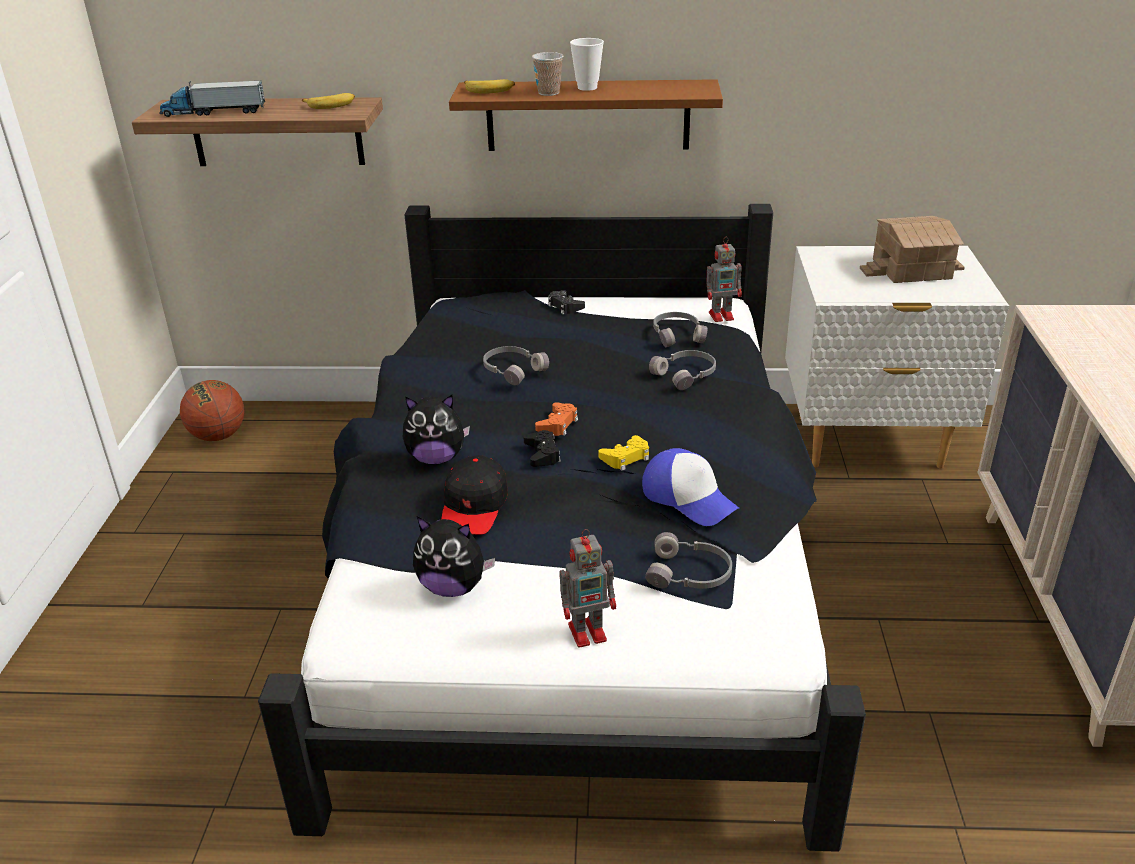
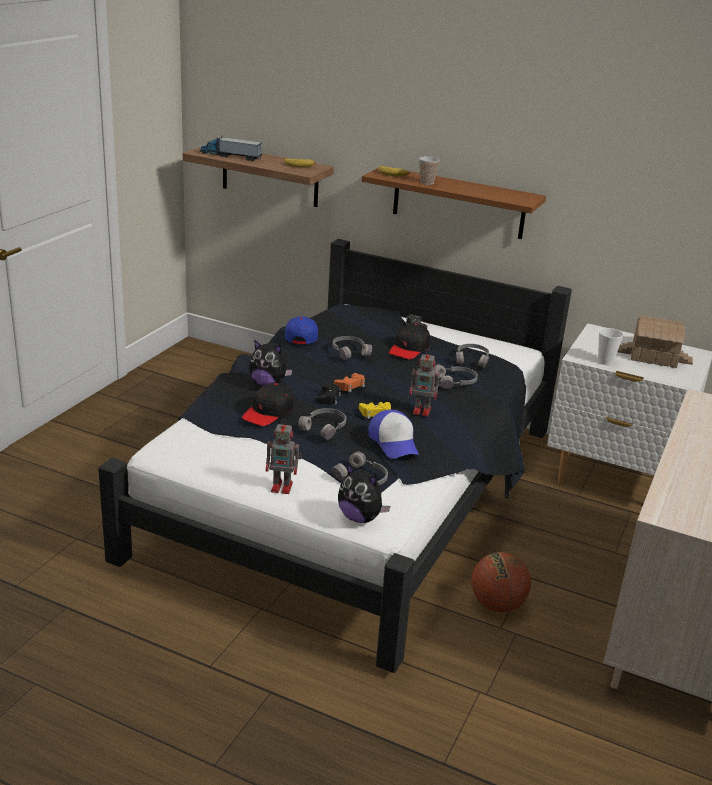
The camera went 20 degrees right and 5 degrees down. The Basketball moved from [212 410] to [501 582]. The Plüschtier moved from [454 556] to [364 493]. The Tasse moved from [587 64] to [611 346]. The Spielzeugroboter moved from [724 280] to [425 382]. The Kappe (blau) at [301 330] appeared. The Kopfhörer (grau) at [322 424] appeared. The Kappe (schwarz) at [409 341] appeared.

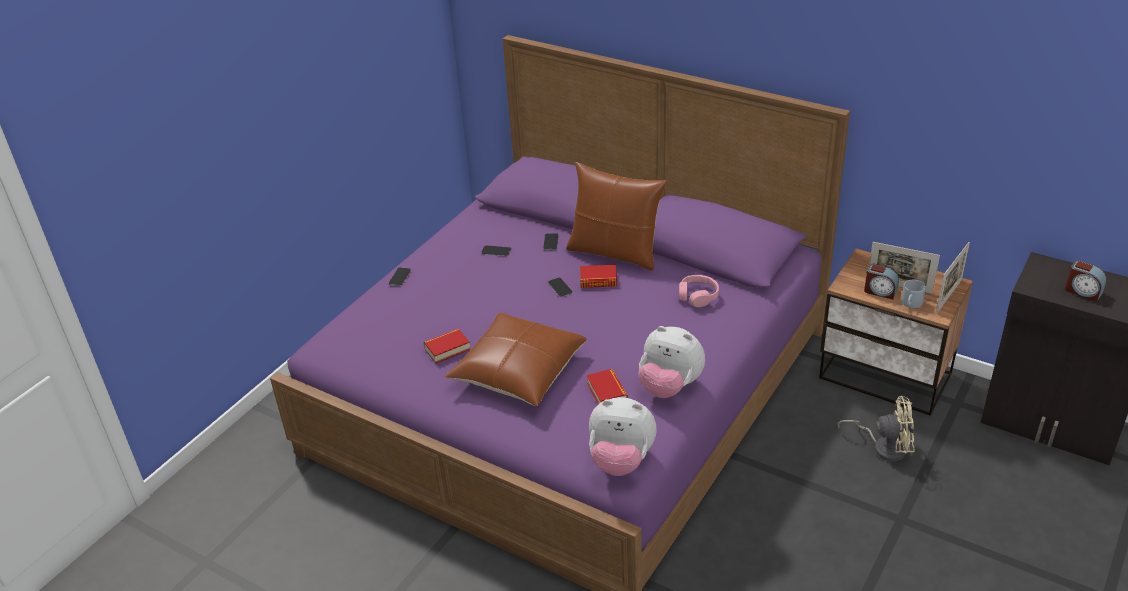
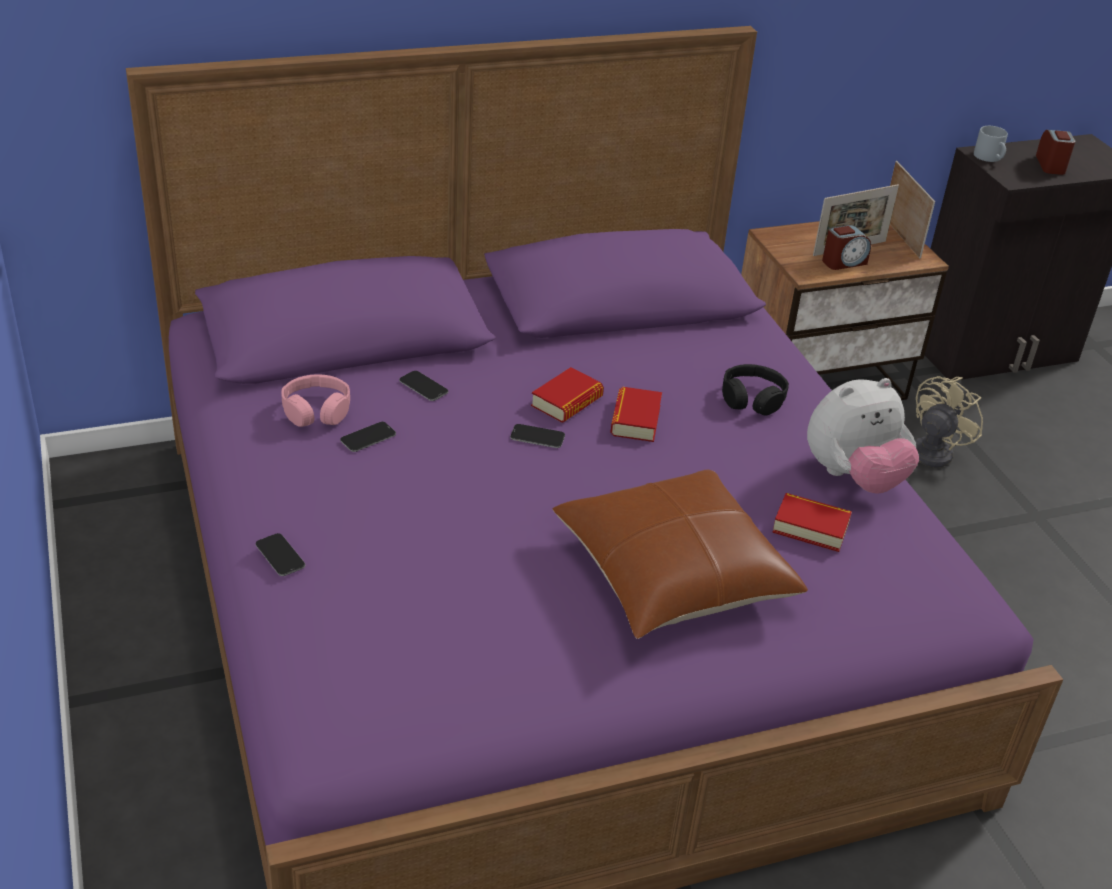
The camera went 55 degrees left and 0 degrees up. The Buch moved from [447 346] to [636 414]. The Kissen (braun) at [616 216] disappeared. The Plüschtier at [623 436] disappeared. The Kopfhörer (rosa) moved from [699 291] to [315 401]. The Henkelbecher (grau) moved from [913 294] to [991 144]. The Wecker at [1086 281] turned 75 degrees counterclockwise. The Kopfhörer (schwarz) at [755 389] appeared.

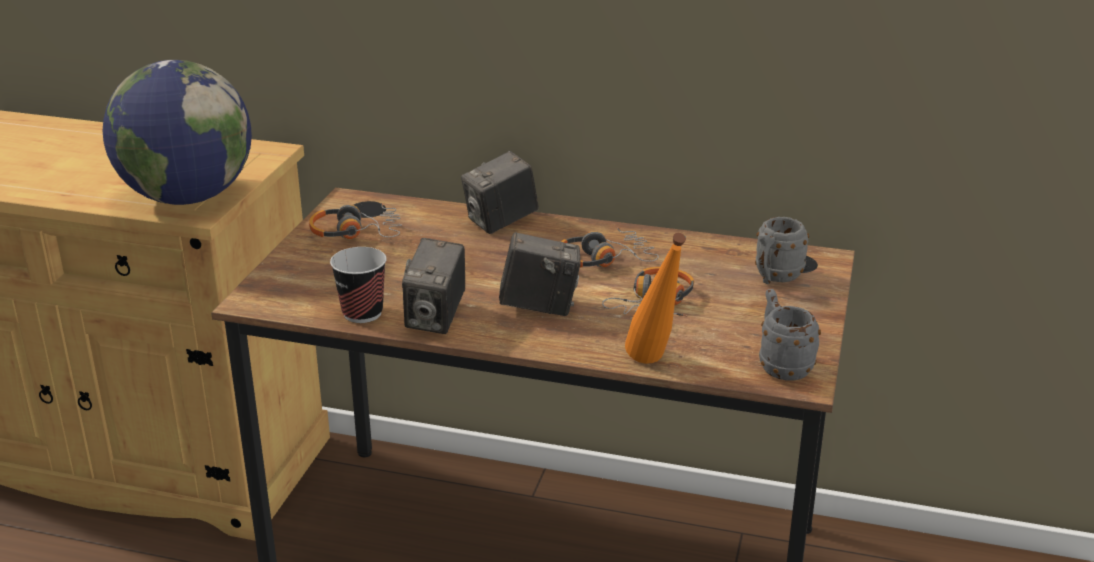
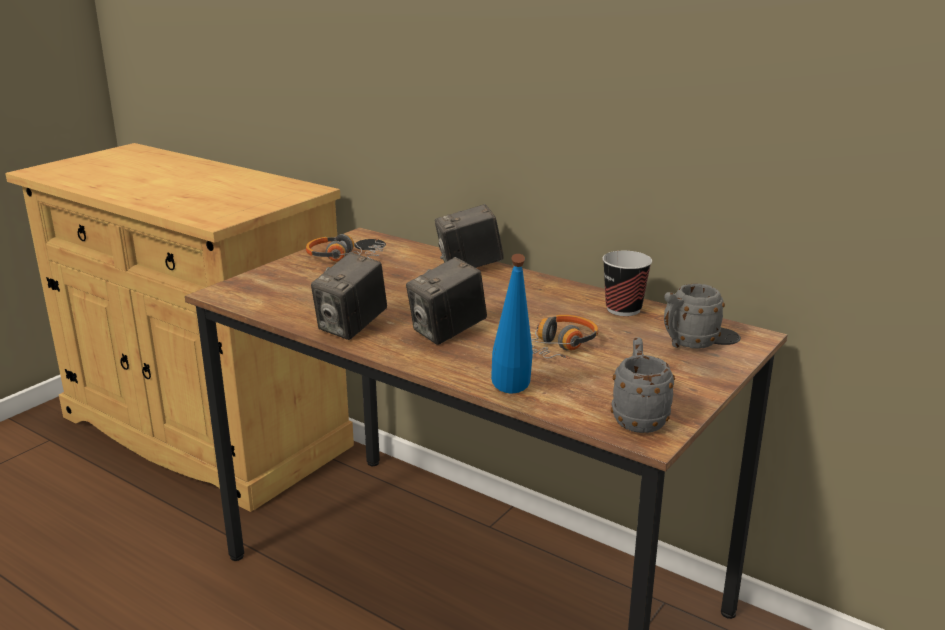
The camera went 20 degrees right and 5 degrees down. The Globus at [177 132] disappeared. The Tasse moved from [358 285] to [627 283]. The Kamera at [540 274] turned 120 degrees clockwise. The Kopfhörer at [610 247] disappeared. The Flasche (orange) at [655 298] became the Flasche (blau) at [512 324].

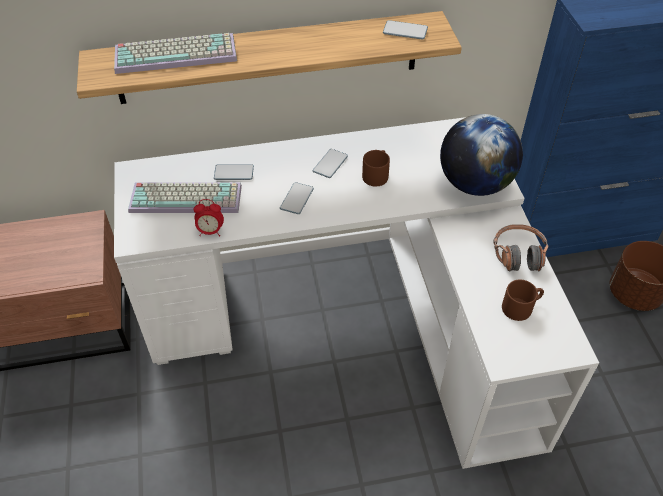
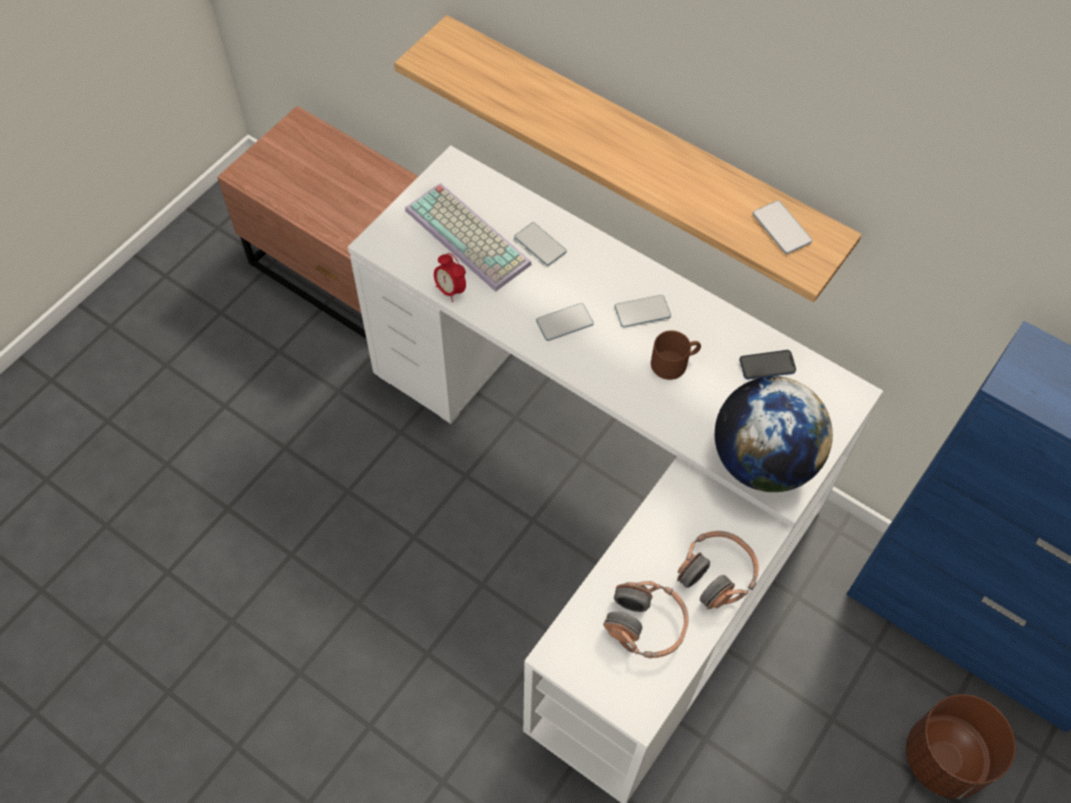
The camera went 45 degrees right and 10 degrees up. The Tastatur at [175 53] disappeared. The Henkelbecher (braun) at [523 300] was replaced by the Kopfhörer at [646 619]. The Handy at [767 365] appeared.

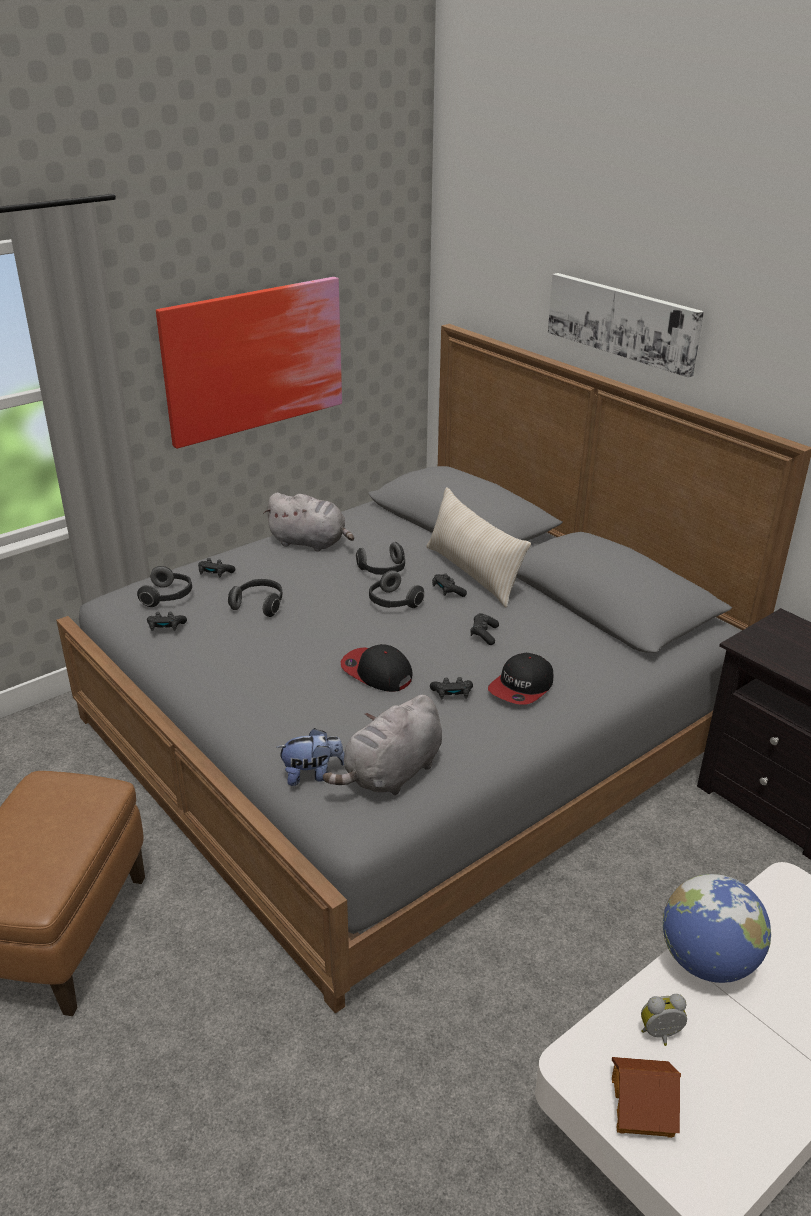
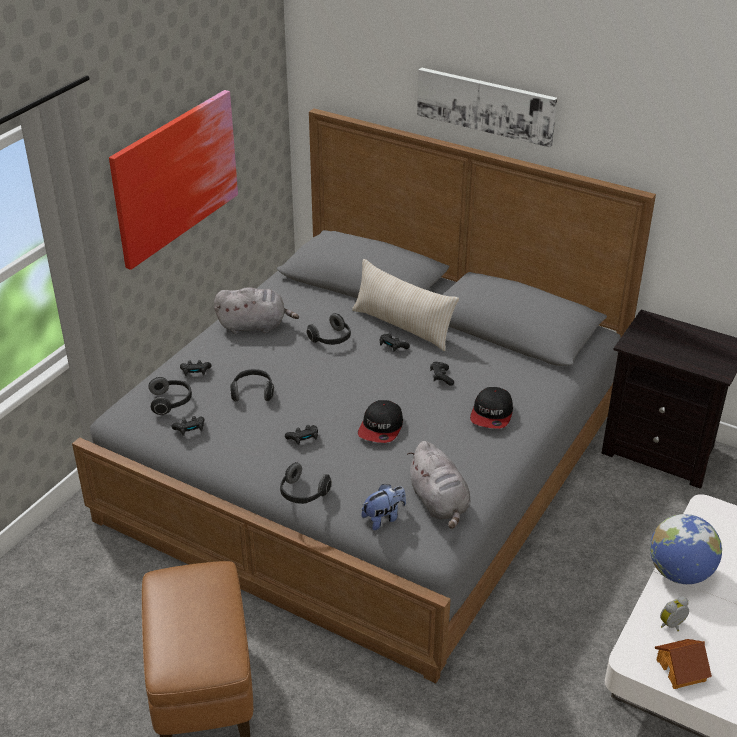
The camera went 20 degrees left and 5 degrees up. The Plüschtier (grau) at [382 745] turned 45 degrees counterclockwise. The Kappe at [376 668] turned 90 degrees counterclockwise. The Kopfhörer moved from [396 589] to [306 483]. The Gamepad (schwarz) moved from [451 688] to [301 435].

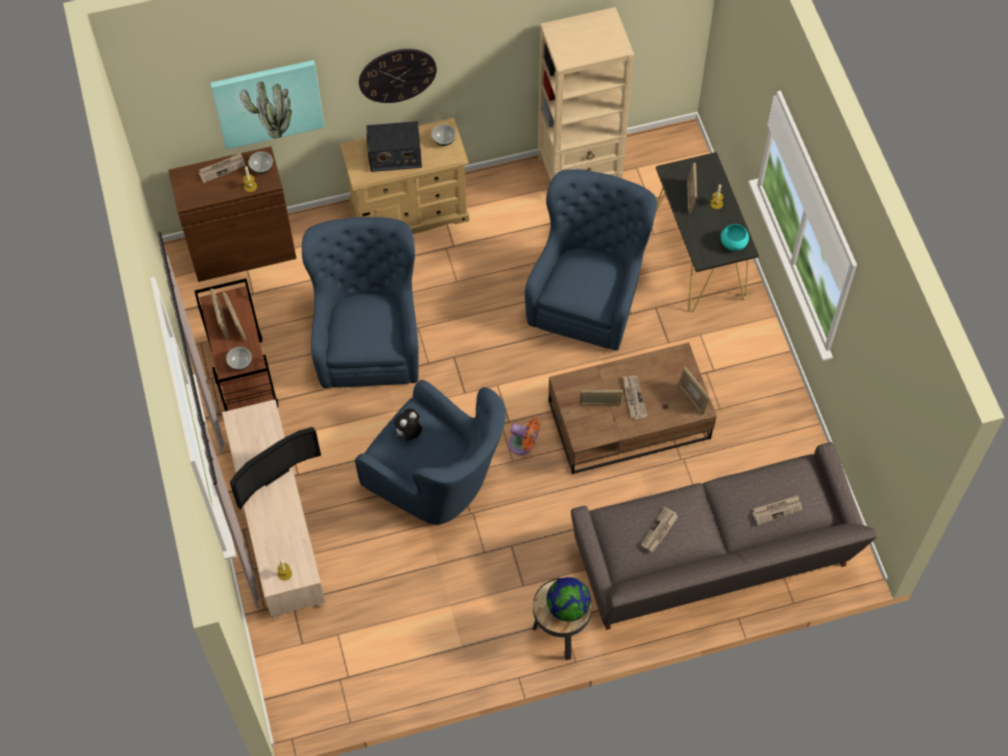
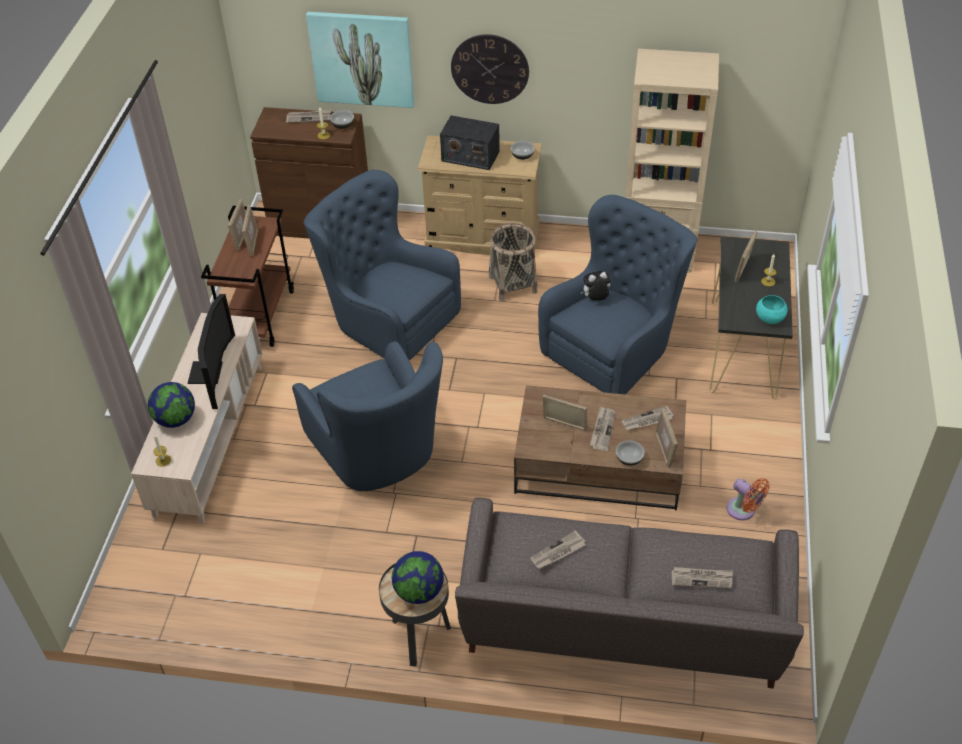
The camera went 25 degrees right and 15 degrees down. The Schüssel moved from [239 358] to [630 453]. The Fernseher at [275 468] turned 75 degrees counterclockwise. The Sessel (blau) at [360 302] turned 75 degrees counterclockwise. The Plüschtier moved from [408 424] to [595 285]. The Ventilator (orange) moved from [524 436] to [748 499]. The Globus at [171 405] appeared. The Korb at [513 262] appeared. The Zeitung at [648 418] appeared.

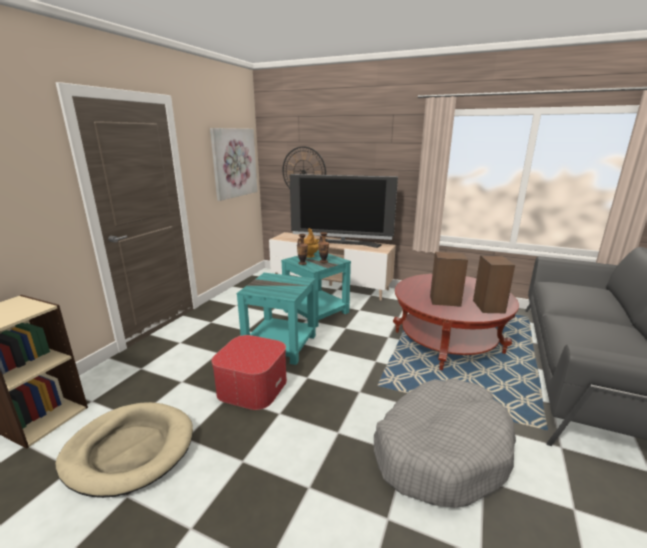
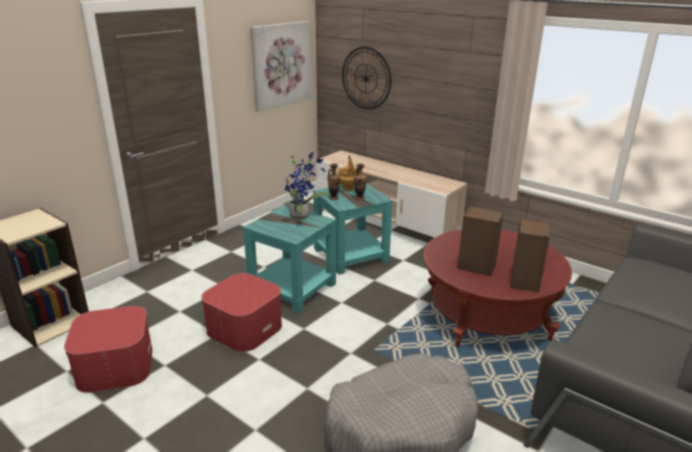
The camera went 15 degrees right and 5 degrees up. The Hundebett (beige) at [124 450] was replaced by the Polsterhocker at [108 349]. The Fernseher at [344 211] disappeared. The Topfpflanze at [306 186] appeared.

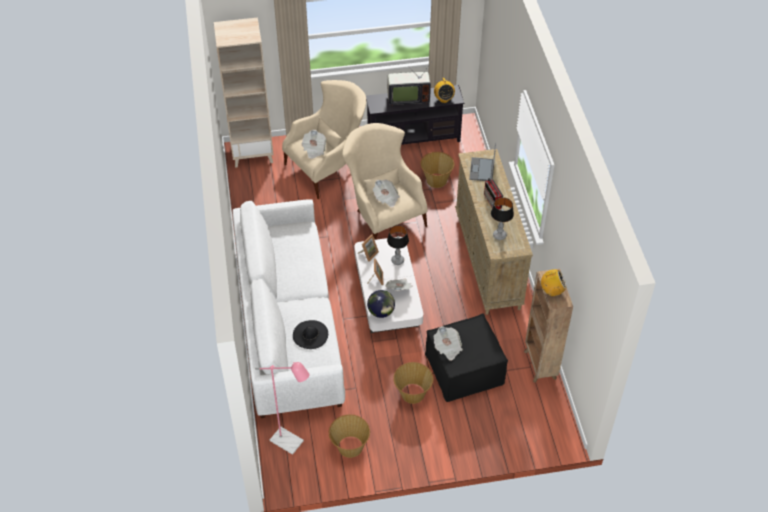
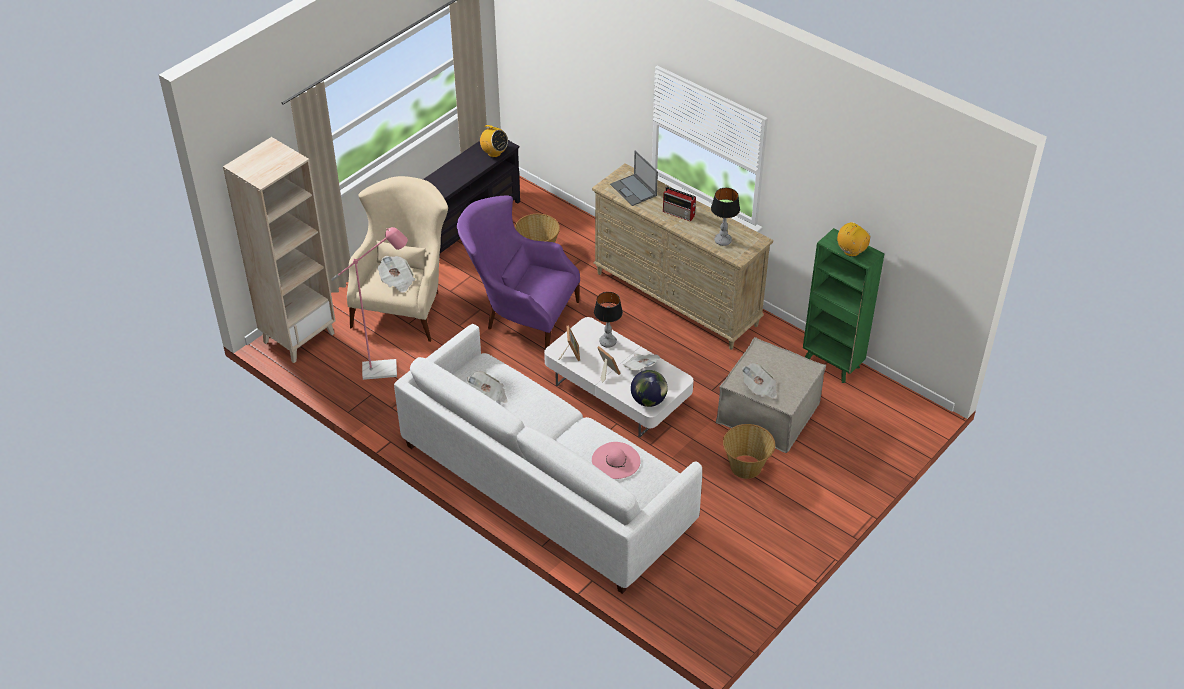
The camera went 40 degrees left and 5 degrees down. The Stehlampe (rosa) moved from [282 408] to [369 303]. The Hut (schwarz) at [310 334] became the Hut (rosa) at [616 460]. The Korb at [349 436] disappeared. The Sessel (beige) at [384 181] became the Sessel (lila) at [518 272]. The Zeitung moved from [386 193] to [487 387]. The Fernseher at [409 84] disappeared. The Polsterhocker (schwarz) at [466 357] became the Polsterhocker (beige) at [771 395]. The Bücherregal (braun) at [548 326] became the Bücherregal (grün) at [843 305].

